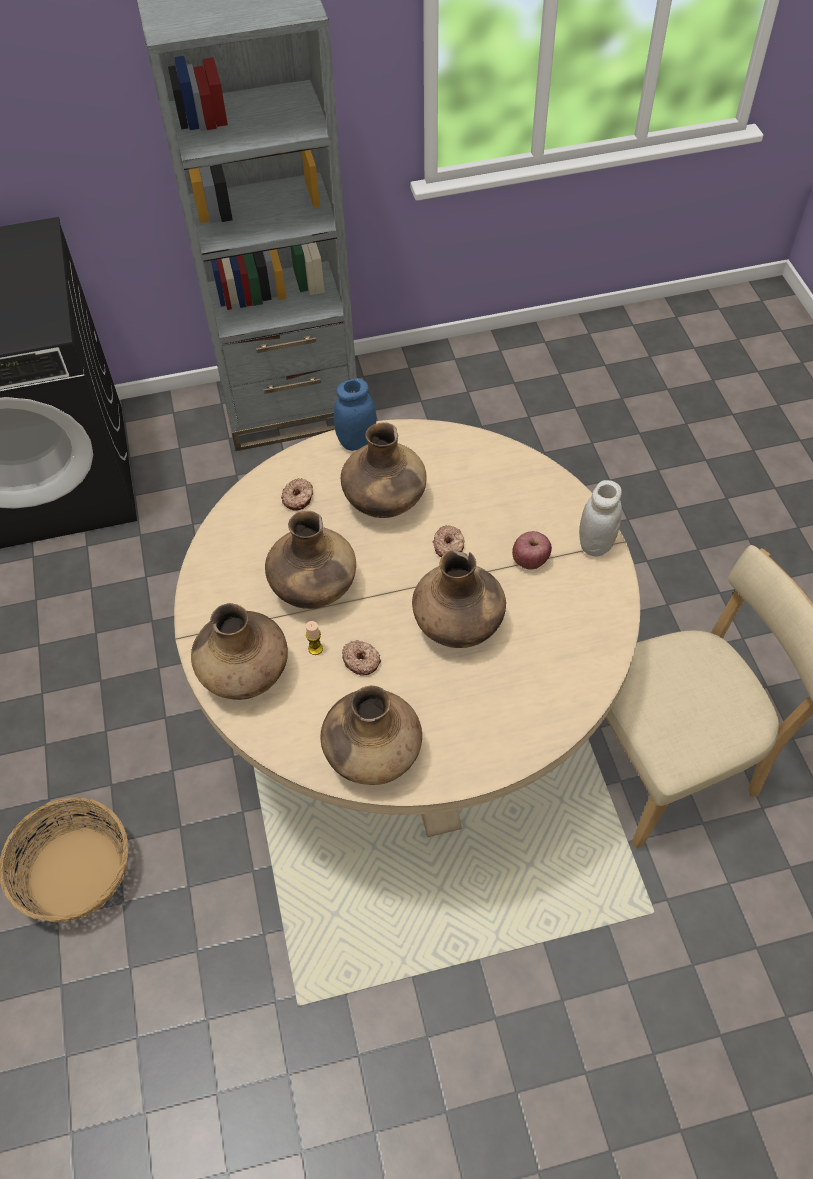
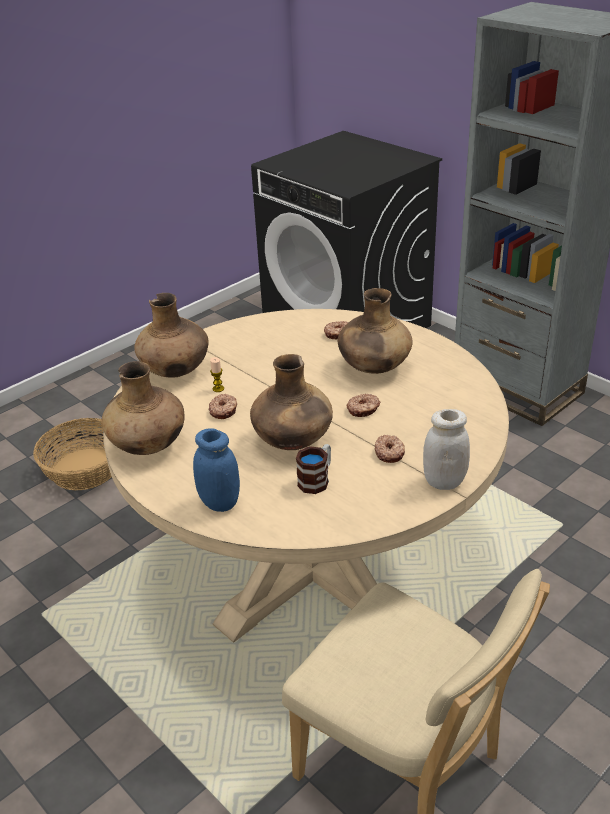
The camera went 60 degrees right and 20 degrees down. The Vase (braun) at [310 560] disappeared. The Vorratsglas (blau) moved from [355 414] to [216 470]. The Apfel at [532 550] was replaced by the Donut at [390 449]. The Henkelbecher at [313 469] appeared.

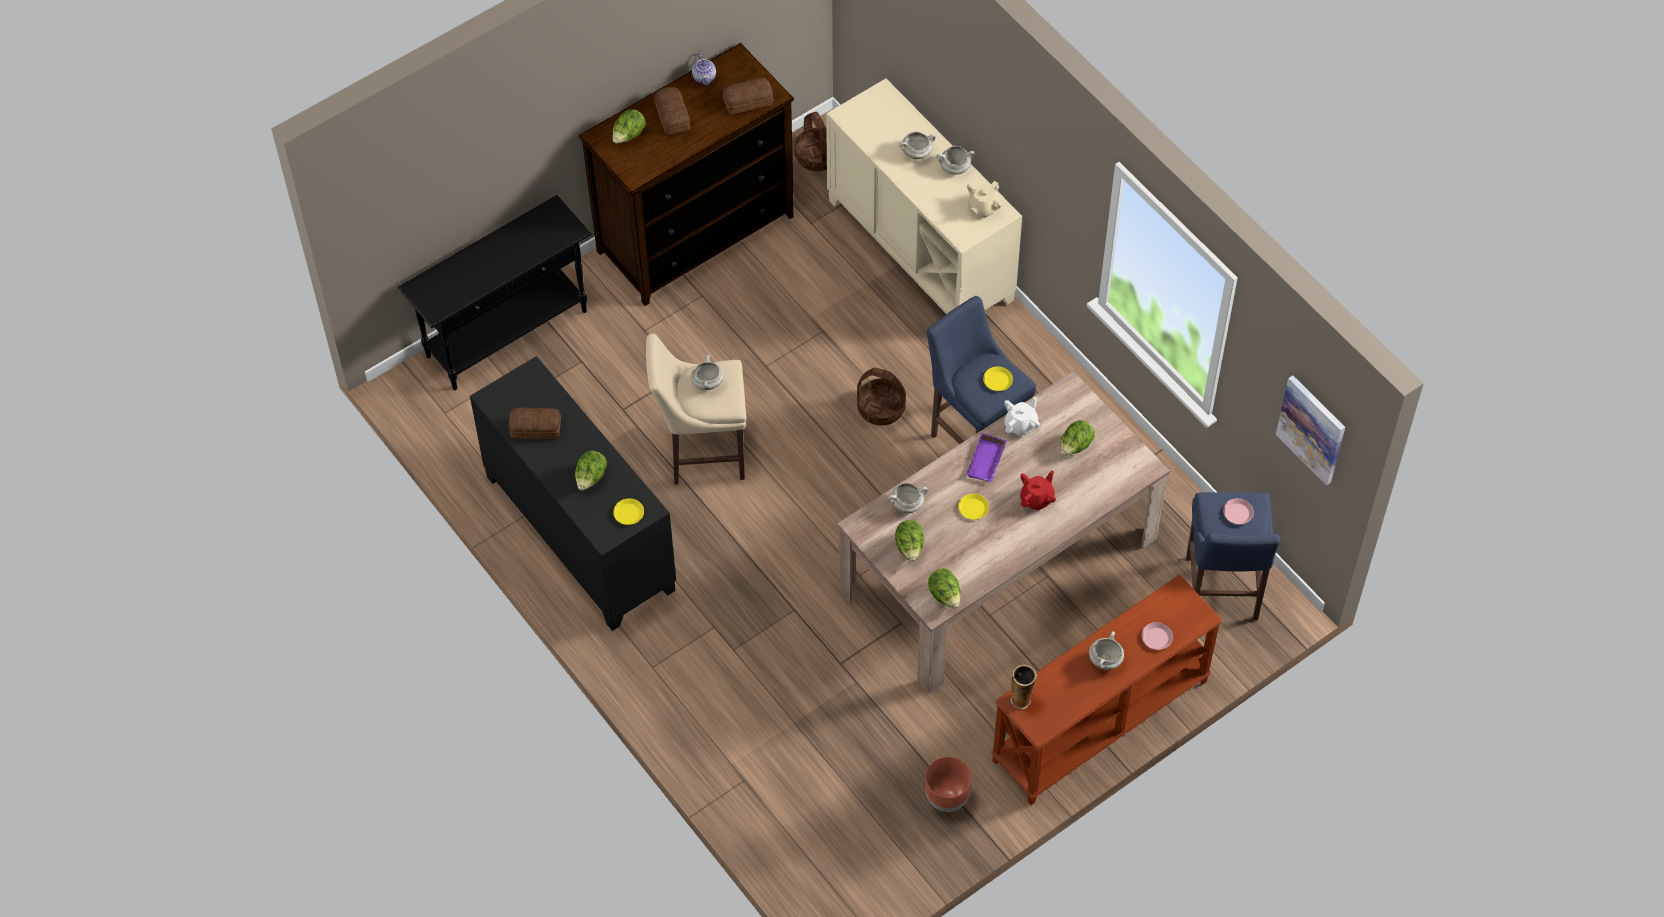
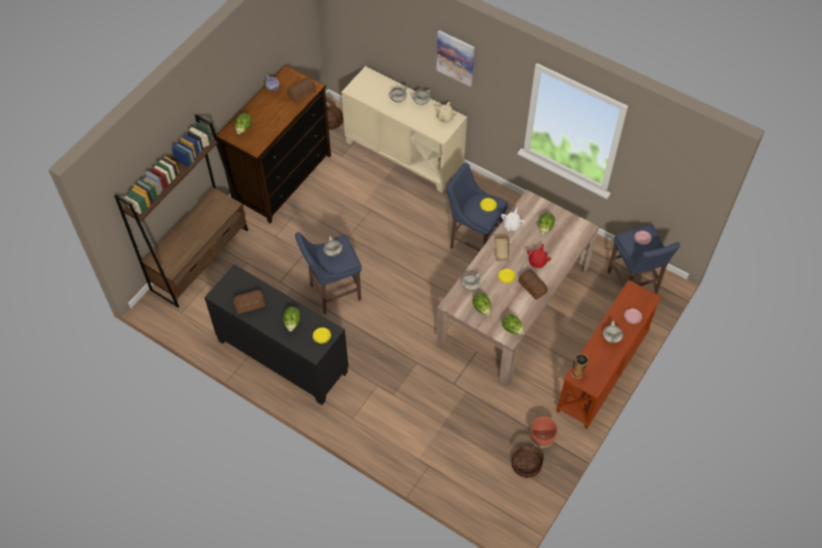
The camera went 20 degrees left and 0 degrees up. The Konsolentisch (schwarz) at [494 292] was replaced by the Bücherregal (braun) at [181 211]. The Hocker (beige) at [696 409] became the Hocker (blau) at [328 273]. The Brot moved from [672 111] to [532 285]. The Korb moved from [881 397] to [528 462]. The Tablett (lila) at [986 457] became the Tablett (beige) at [502 248]. The Bild moved from [1310 431] to [455 58].

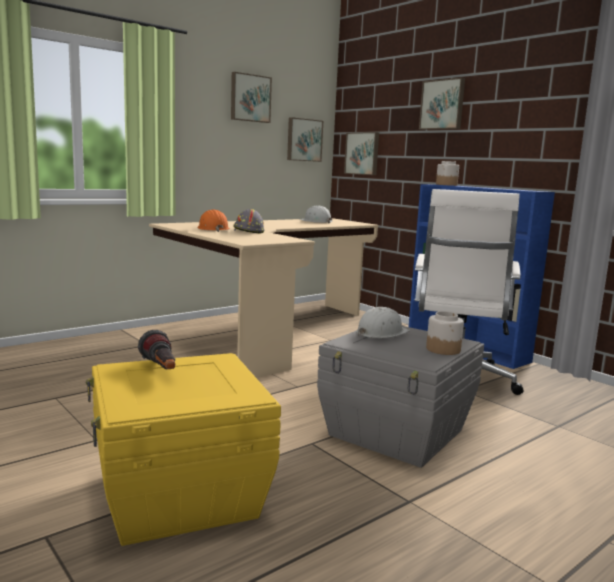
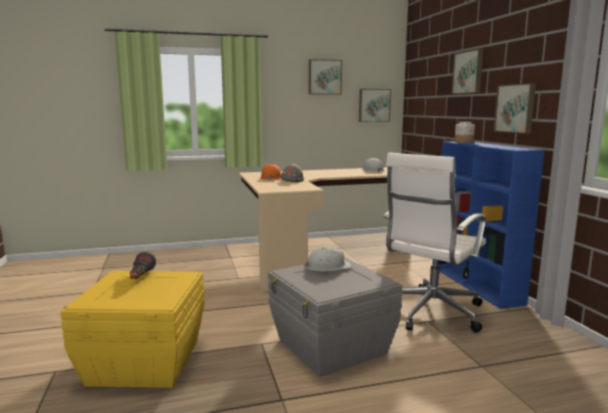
The camera went 25 degrees right and 0 degrees up. The Bild moved from [361 153] to [515 108]. The Vorratsglas at [445 333] disappeared.

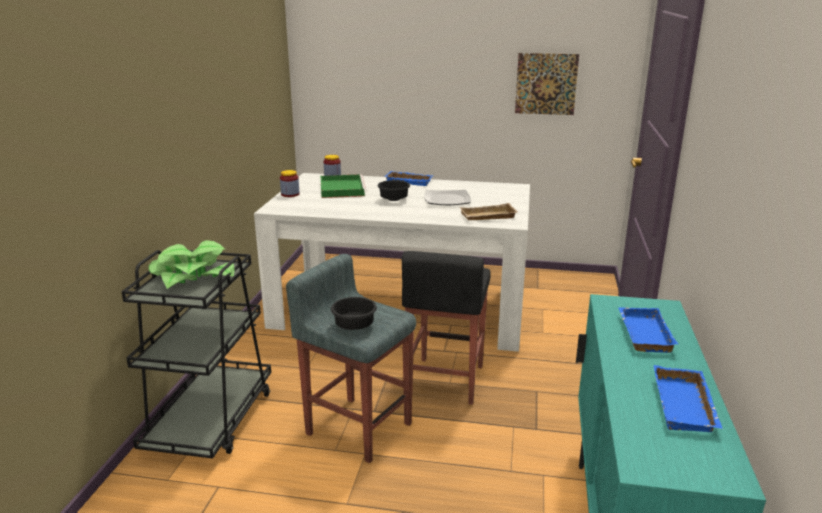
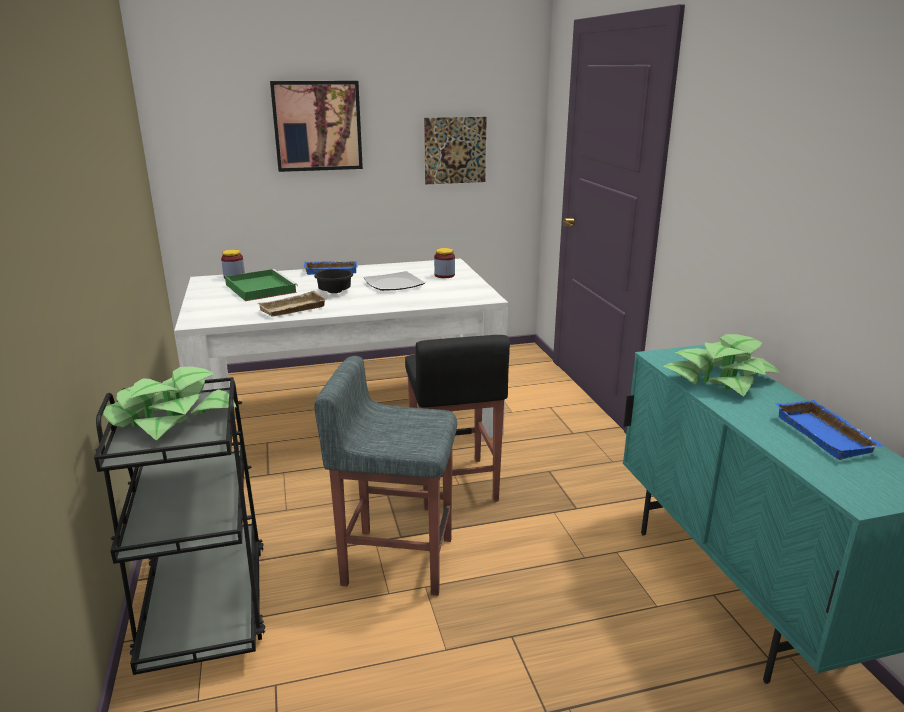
The camera went 25 degrees left and 0 degrees up. The Vorratsglas moved from [289 183] to [444 263]. The Schüssel (schwarz) at [354 313] disappeared. The Tablett (beige) moved from [488 211] to [292 303]. The Tablett (blau) at [648 330] was replaced by the Topfpflanze at [721 365]. The Bild at [316 126] appeared.

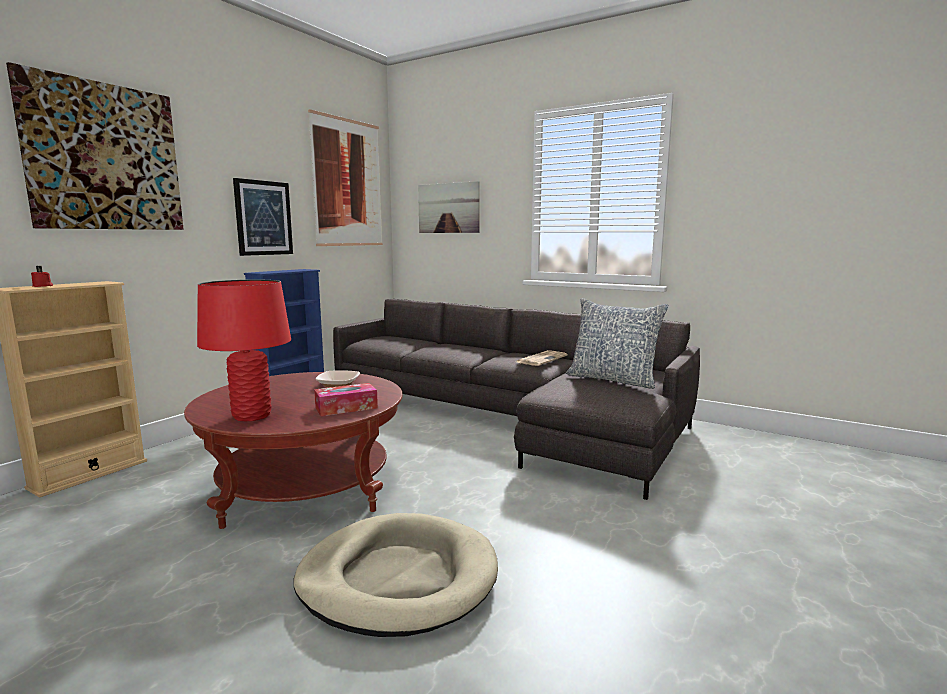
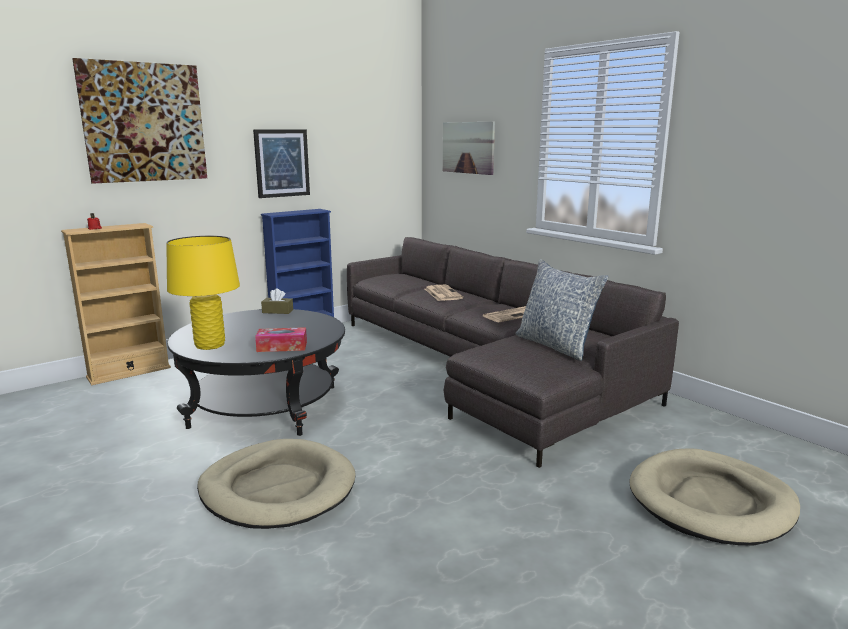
The camera went 20 degrees right and 5 degrees up. The Couchtisch (rot) at [293 450] became the Couchtisch (schwarz) at [256 372]. The Tischlampe (rot) at [244 350] became the Tischlampe (gelb) at [203 293]. The Bild at [345 177] disappeared. The Schüssel at [338 378] disappeared. The Taschentuchbox (braun) at [277 301] appeared. The Zeitung at [444 293] appeared. The Hundebett (beige) at [714 496] appeared.

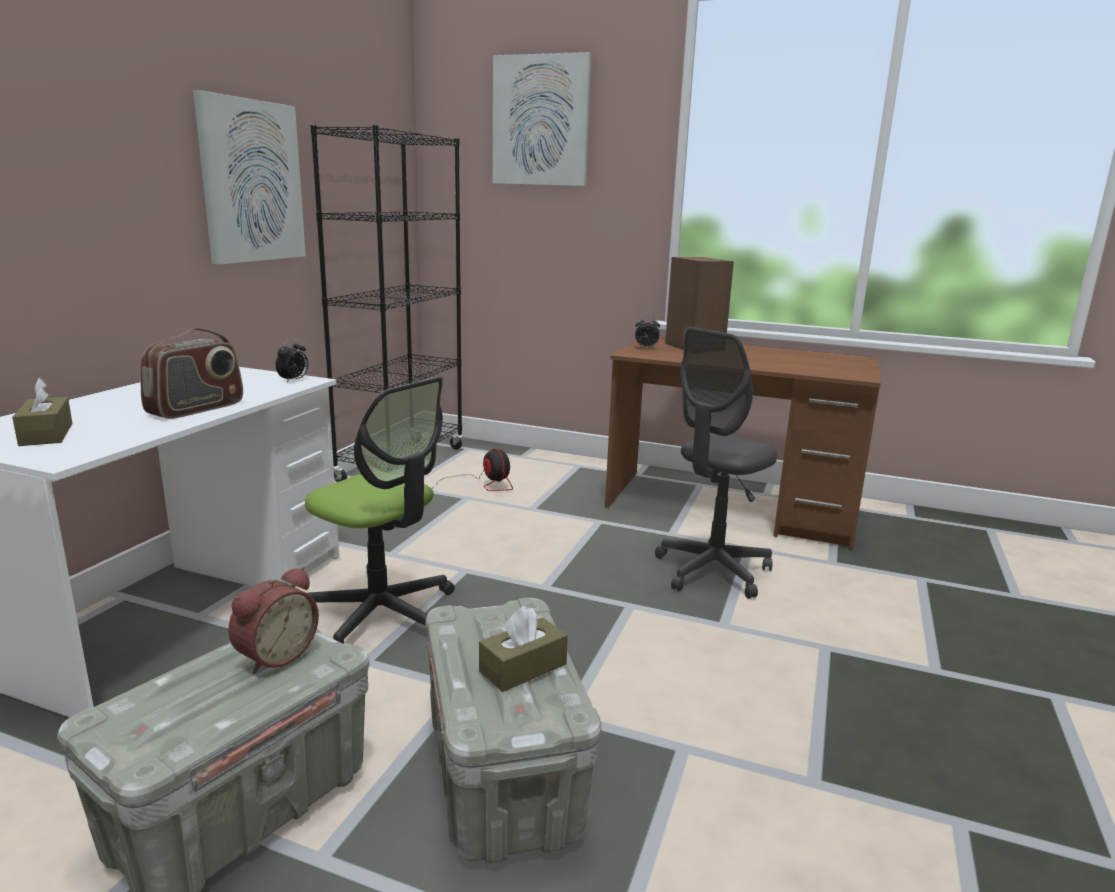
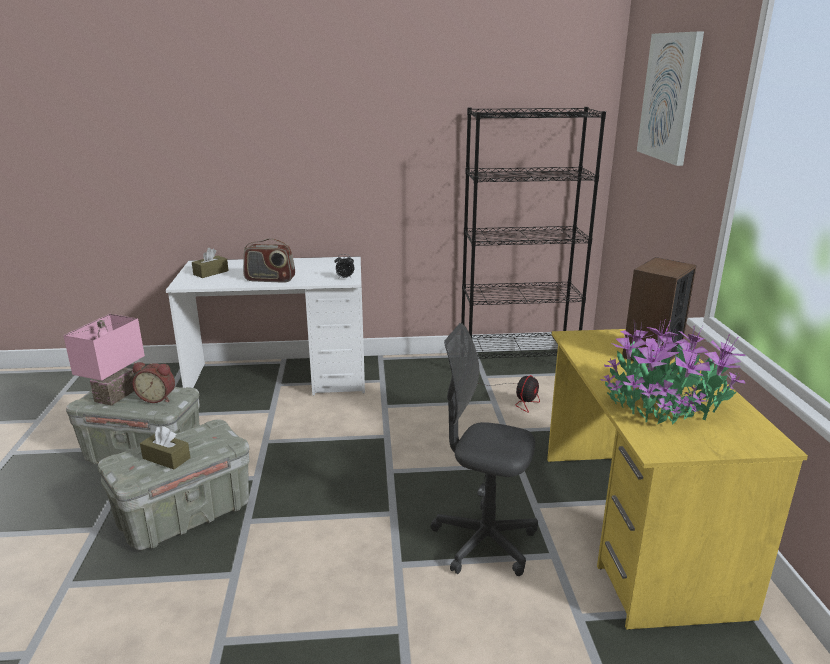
The camera went 65 degrees right and 5 degrees up. The Bild at [249 177] disappeared. The Bürostuhl at [380 510] disappeared. The Schreibtisch (braun) at [743 443] became the Schreibtisch (gelb) at [677 479]. The Wecker at [647 332] disappeared. The Tischlampe (rosa) at [104 360] appeared. The Topfpflanze at [673 371] appeared.

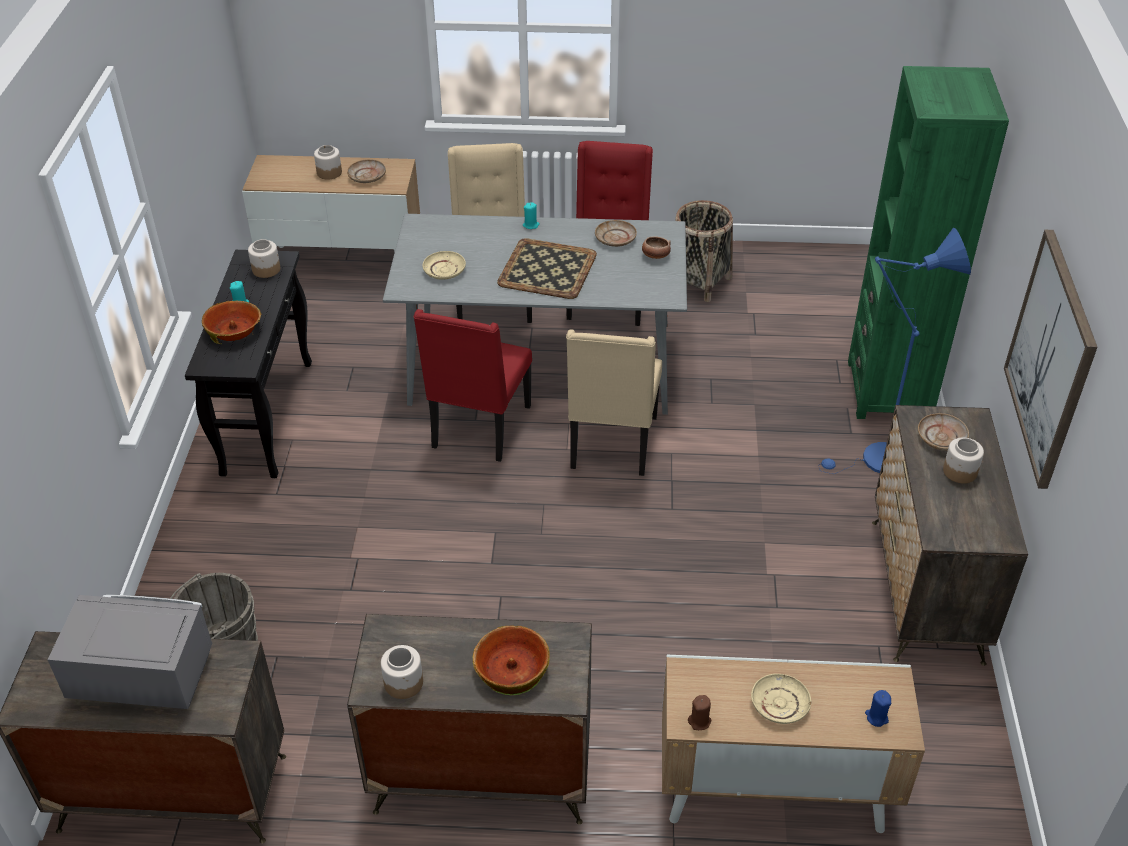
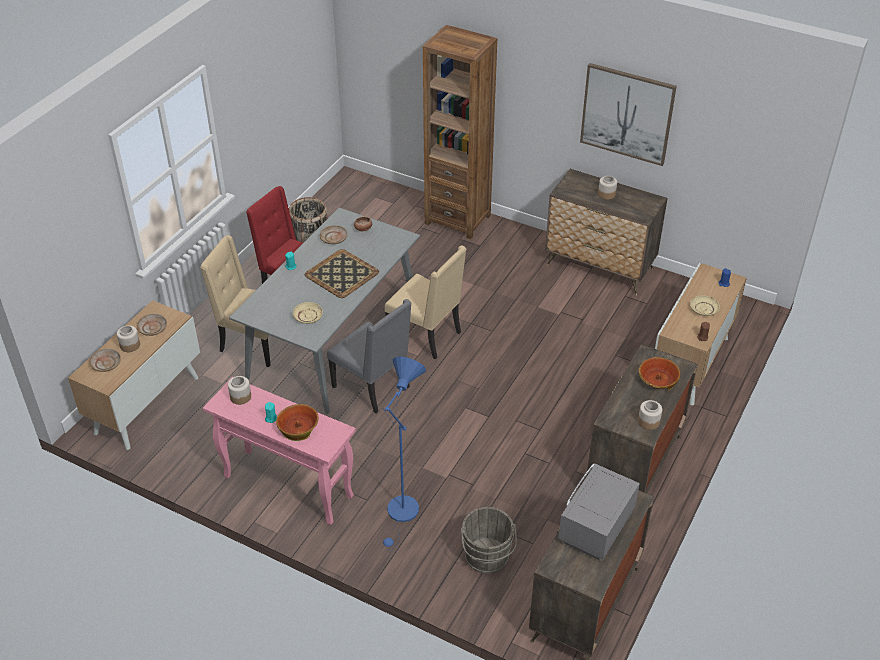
The camera went 65 degrees left and 0 degrees up. The Konsolentisch (schwarz) at [248 364] became the Konsolentisch (rosa) at [279 451]. The Stuhl (rot) at [473 385] became the Stuhl (grau) at [369 356]. The Stehlampe (blau) moved from [894 351] to [404 453]. The Bücherregal (grün) at [928 242] became the Bücherregal (braun) at [460 132]. The Teller (beige) moved from [943 432] to [105 360].

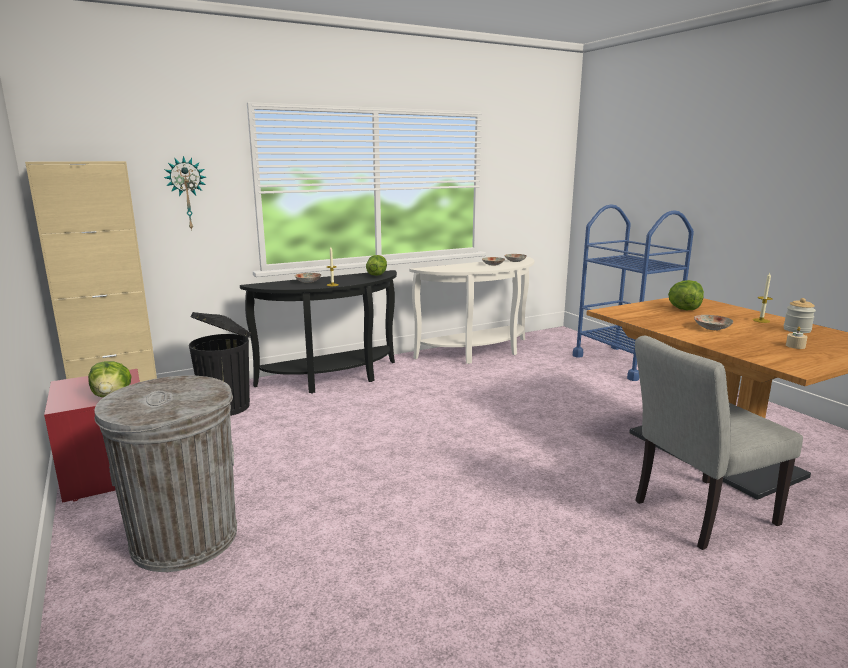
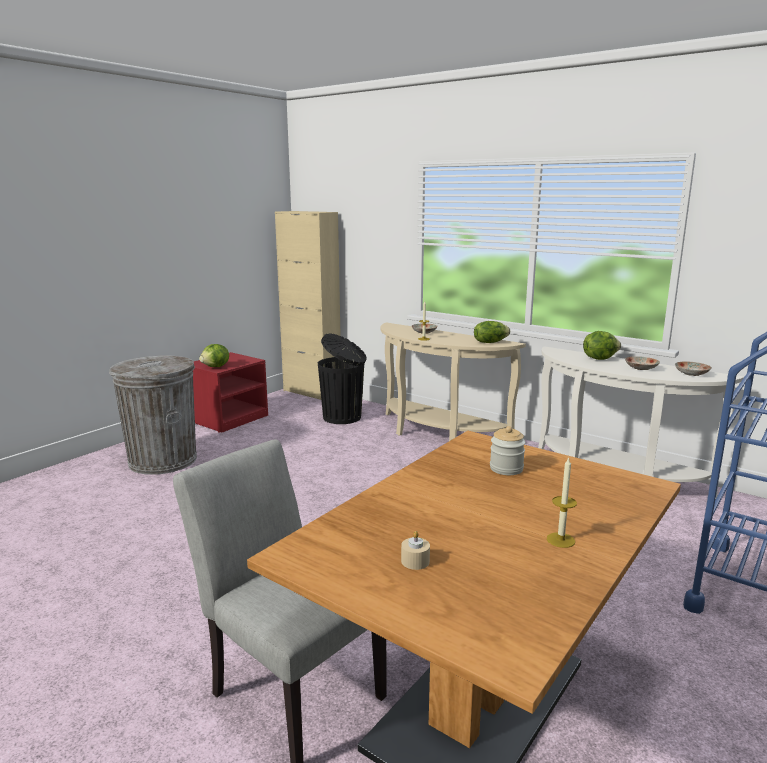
The camera went 65 degrees right and 0 degrees up. The Wanduhr at [185 193] disappeared. The Konsolentisch (schwarz) at [318 332] became the Konsolentisch (beige) at [453 382]. The Salatkopf moved from [686 295] to [602 345]. The Teller at [713 322] disappeared. The Vorratsglas moved from [800 315] to [508 450].

